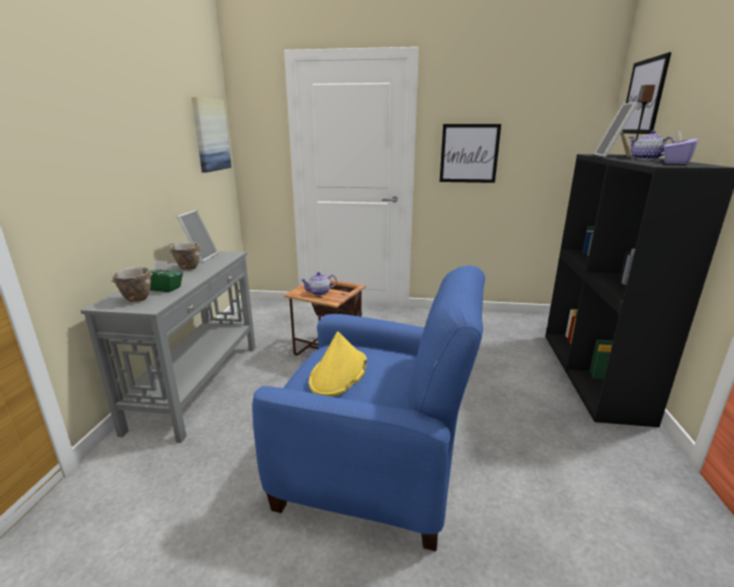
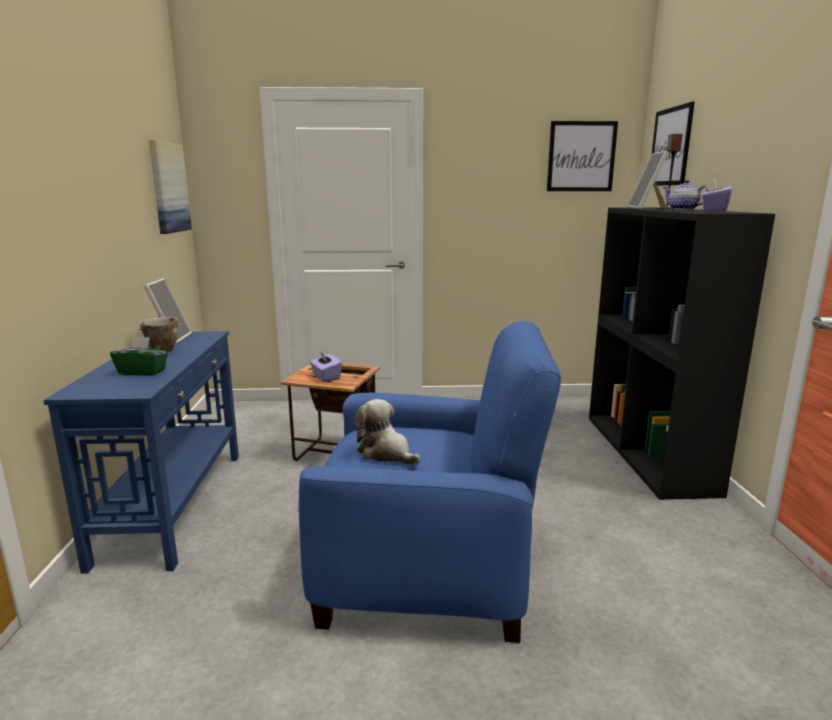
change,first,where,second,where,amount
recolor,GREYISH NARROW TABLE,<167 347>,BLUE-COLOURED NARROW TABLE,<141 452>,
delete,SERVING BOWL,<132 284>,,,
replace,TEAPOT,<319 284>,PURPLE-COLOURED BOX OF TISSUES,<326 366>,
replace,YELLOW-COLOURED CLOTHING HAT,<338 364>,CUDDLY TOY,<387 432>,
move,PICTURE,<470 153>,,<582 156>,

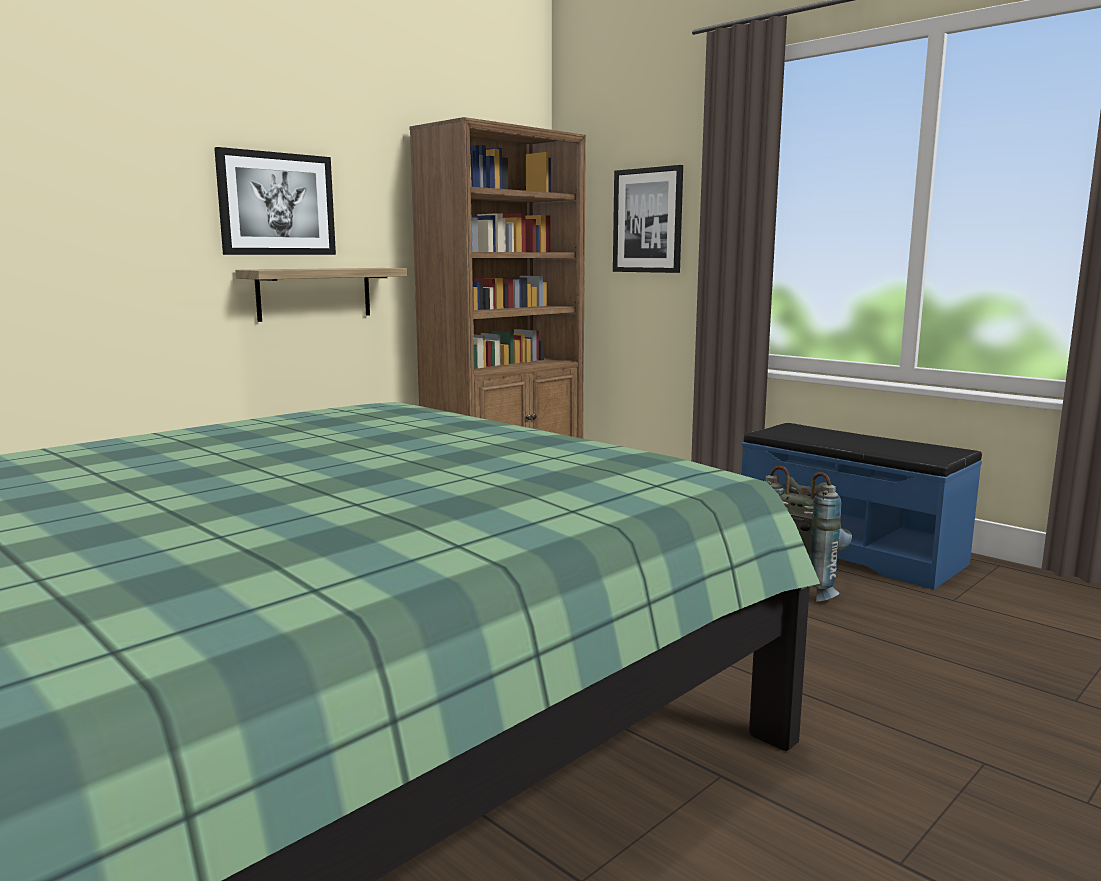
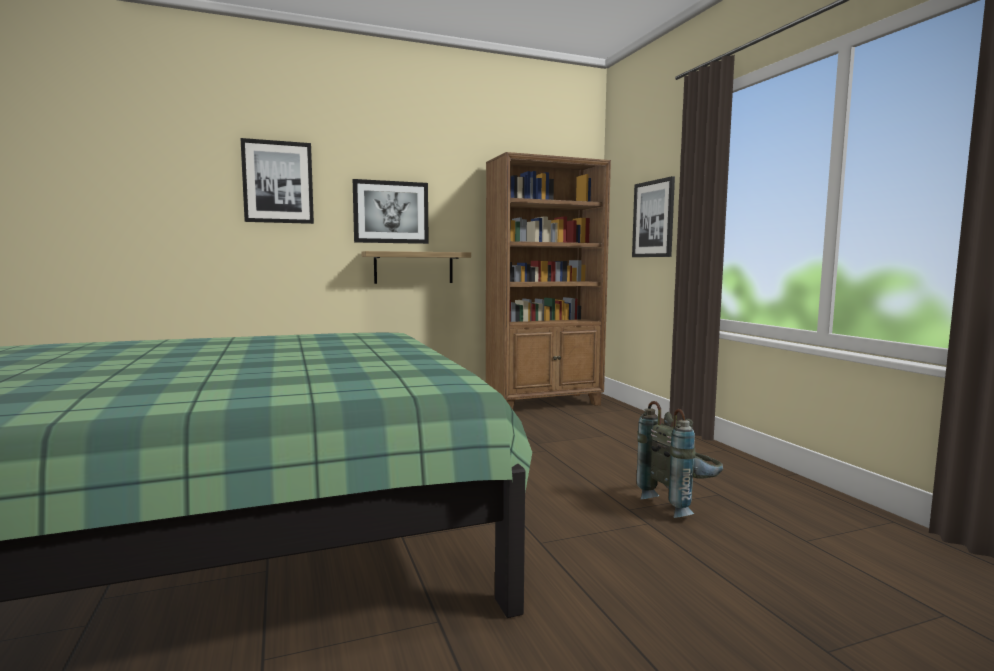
change,first,where,second,where,amount
delete,BLUE-COLOURED INDOOR BENCH,<861 506>,,,
insert,,,PICTURE,<277 181>,

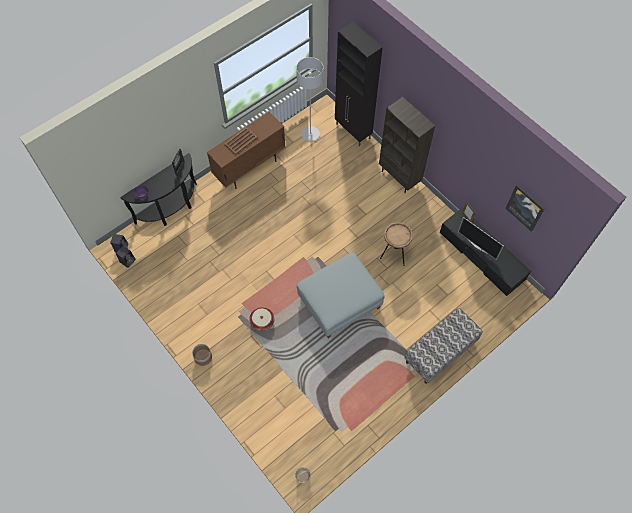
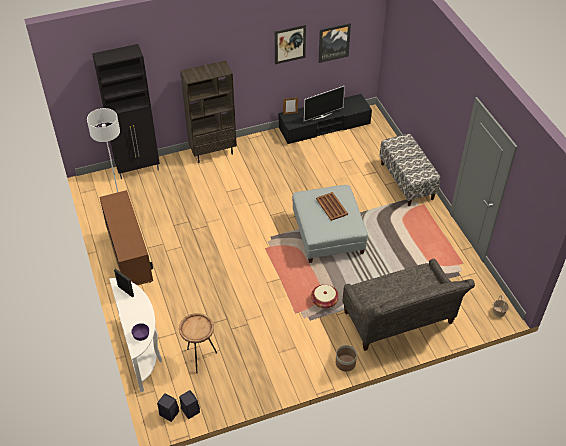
change,first,where,second,where,amount
recolor,BLACK NARROW TABLE,<158 189>,WHITISH NARROW TABLE,<135 335>,
move,BROWNISH CARRYING TRAY,<241 141>,,<332 206>,
move,BROWNISH END TABLE,<396 244>,,<198 343>,
insert,,,PICTURE,<290 44>,
insert,,,GREYISH COUCH,<409 305>,

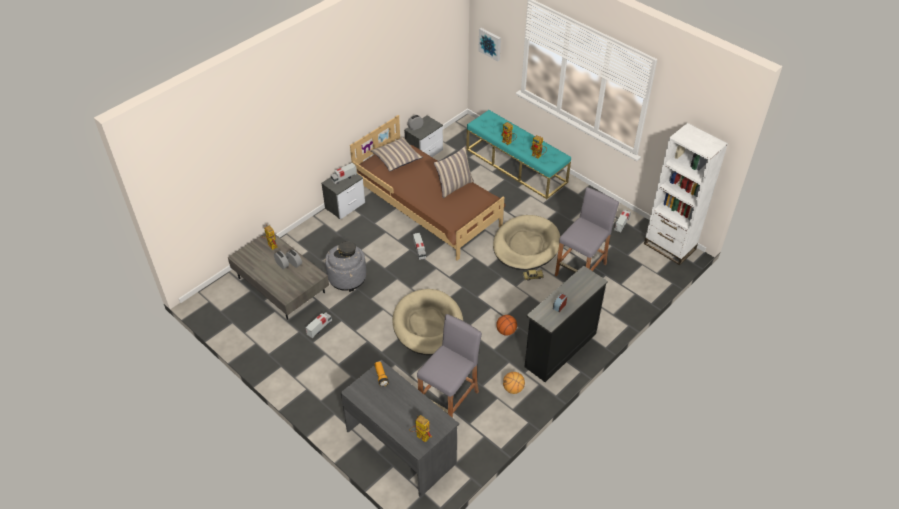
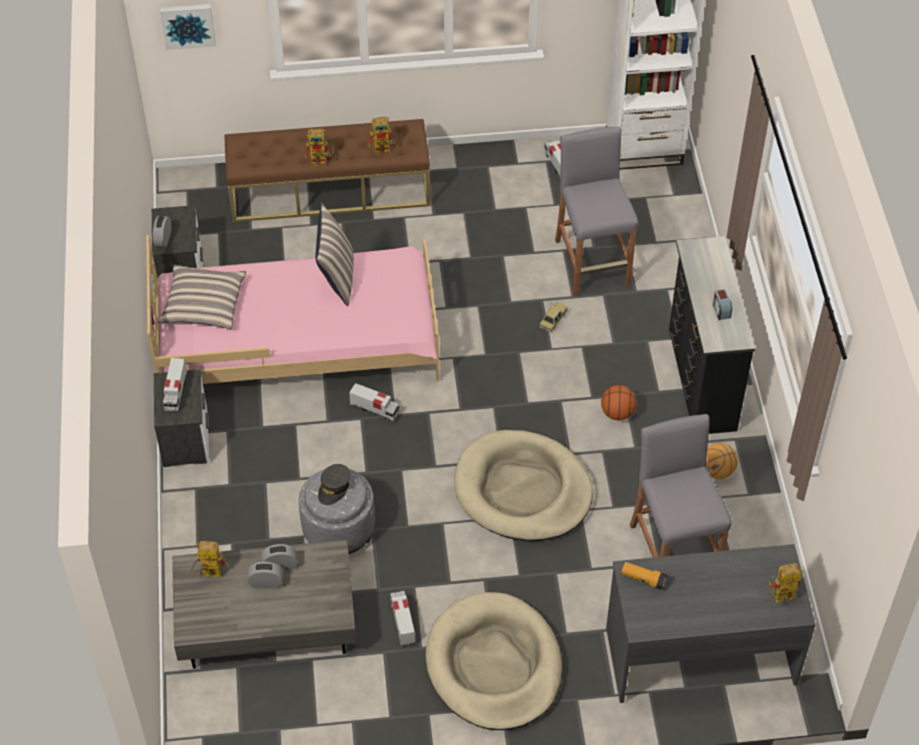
change,first,where,second,where,amount
recolor,BROWNISH BEDROOM BED,<428 188>,PINK BEDROOM BED,<292 309>,
recolor,TURQUOISE-COLOURED INDOOR BENCH,<518 154>,BROWNISH INDOOR BENCH,<327 170>,
move,BEIGE-COLOURED DOG BED,<527 242>,,<494 661>,

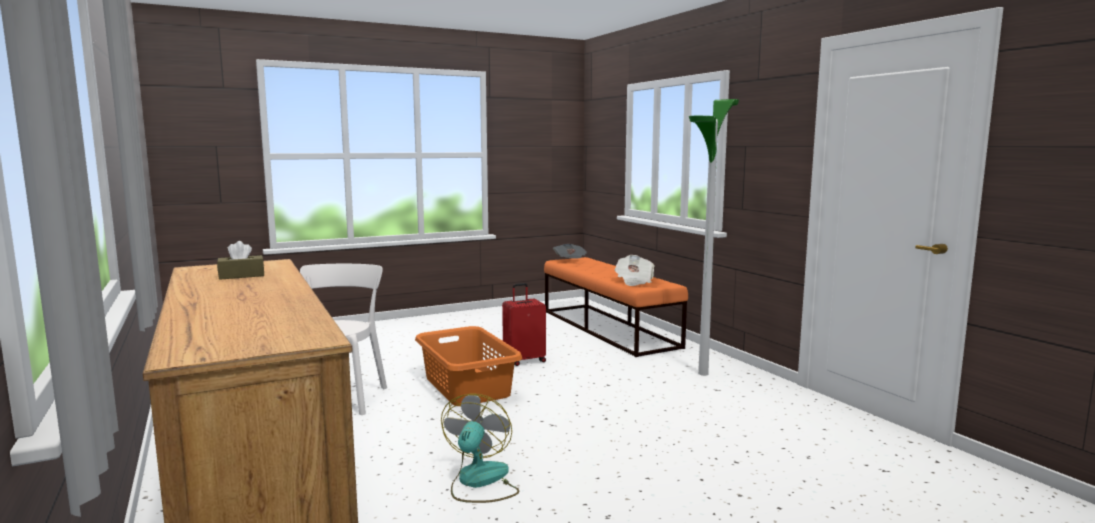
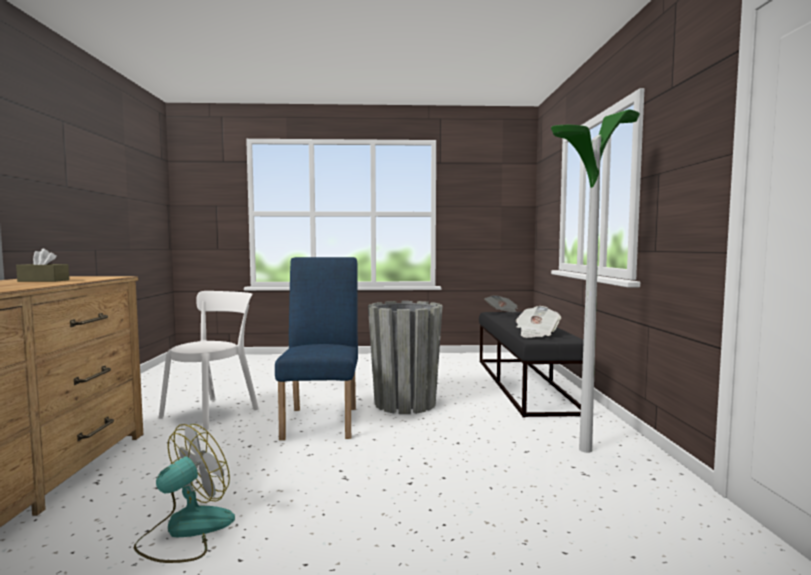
change,first,where,second,where,amount
replace,ORANGE WASHING BASKET,<468 366>,BLUE-COLOURED CHAIR,<316 348>,
replace,REDDISH TRAVEL CASE,<524 324>,GREYISH PLANTER,<405 357>,
recolor,ORANGE INDOOR BENCH,<616 307>,BLACK INDOOR BENCH,<531 364>,

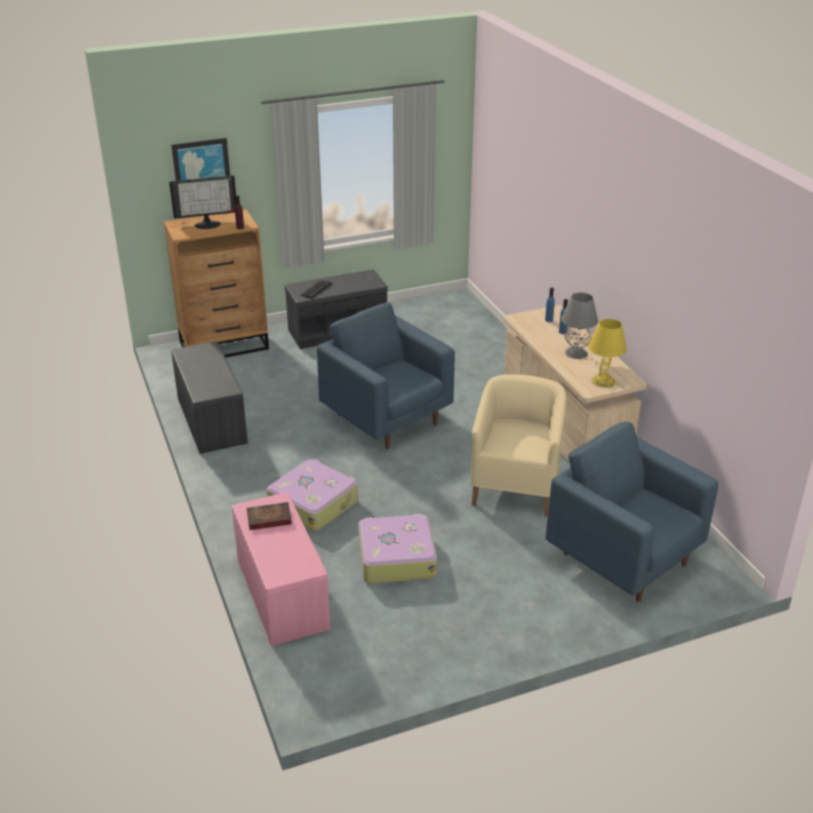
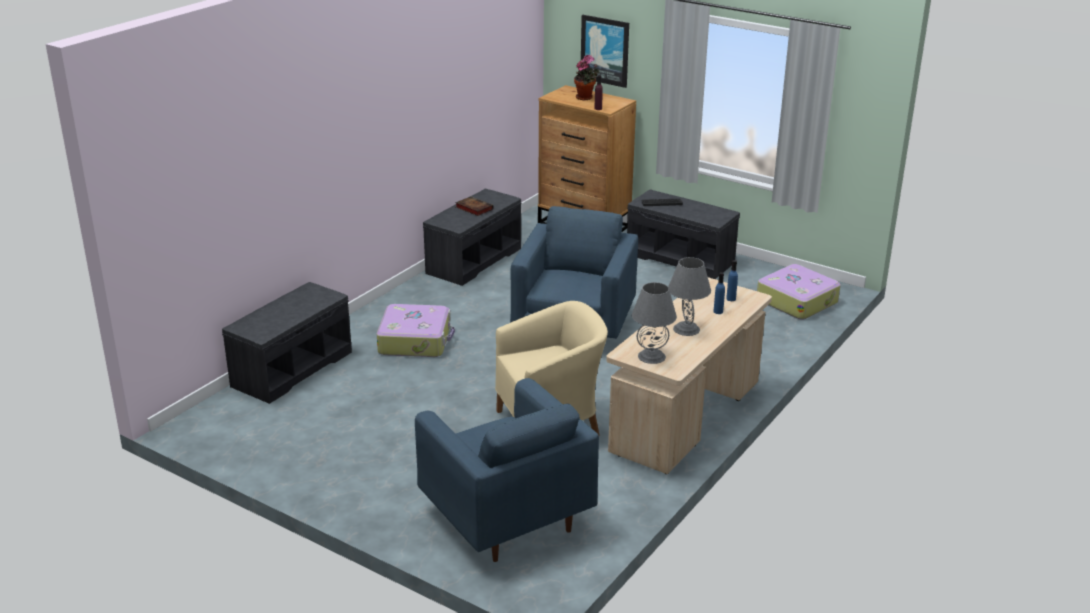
change,first,where,second,where,amount
replace,COMPUTER SCREEN,<202 202>,POTTED PLANT,<587 77>,
recolor,PINK INDOOR BENCH,<281 569>,GREYISH INDOOR BENCH,<287 343>,
move,VOLUME,<269 516>,,<474 206>,
move,TRAVEL CASE,<397 549>,,<799 292>,
rotate,BLUE-COLOURED LOUNGE CHAIR,<631 511>,,<507 470>,135 degrees clockwise
recolor,YELLOW-COLOURED TABLETOP LAMP,<607 353>,GREYISH TABLETOP LAMP,<654 323>,

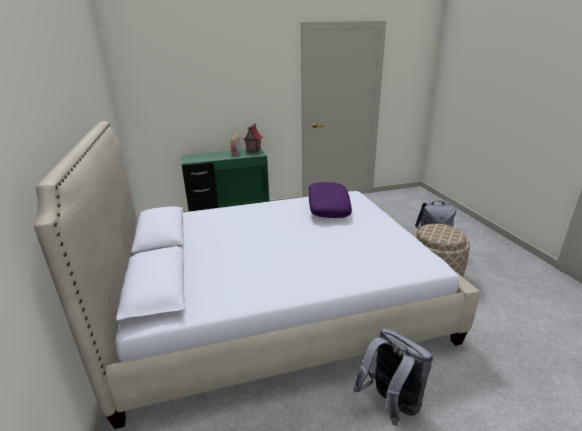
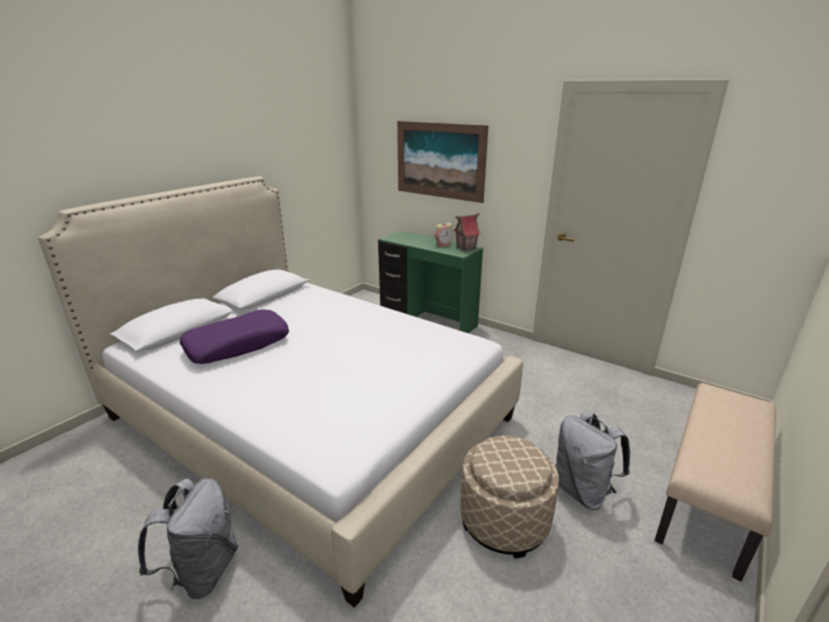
change,first,where,second,where,amount
move,PURPLE-COLOURED THROW PILLOW,<330 200>,,<234 336>,
insert,,,PICTURE,<442 162>,
insert,,,BEIGE-COLOURED INDOOR BENCH,<715 482>,

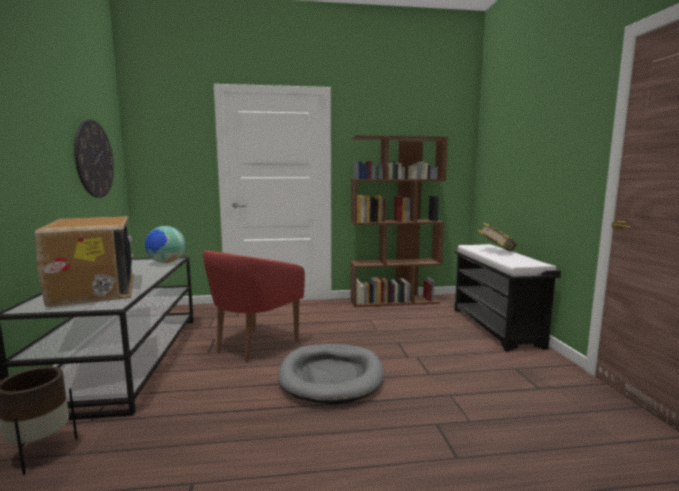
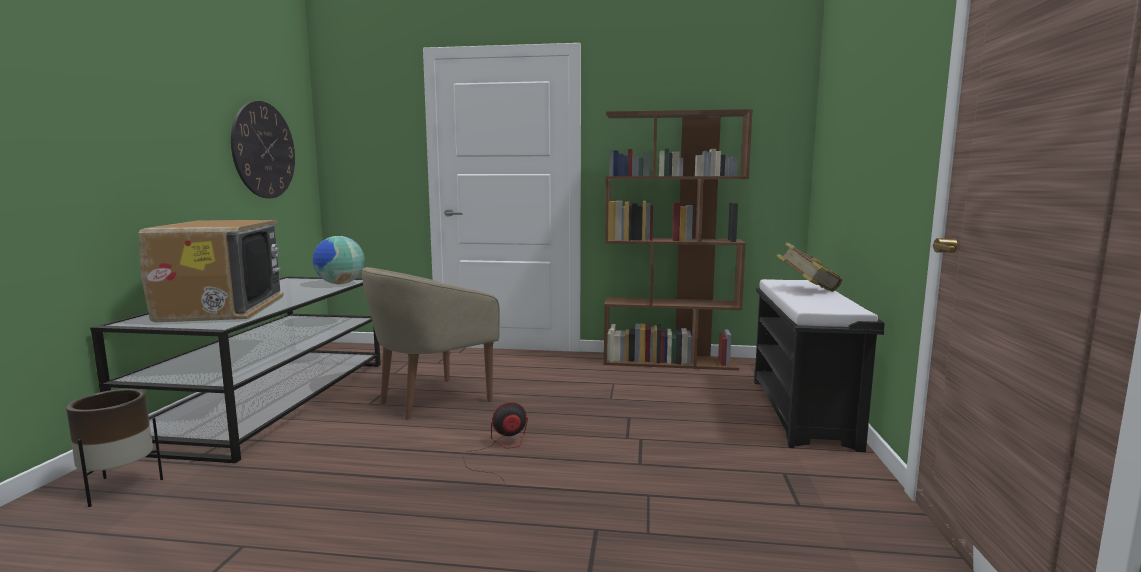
change,first,where,second,where,amount
recolor,REDDISH LOUNGE CHAIR,<254 306>,BEIGE-COLOURED LOUNGE CHAIR,<431 343>,
replace,GREYISH DOG BED,<331 374>,FAN,<495 443>,

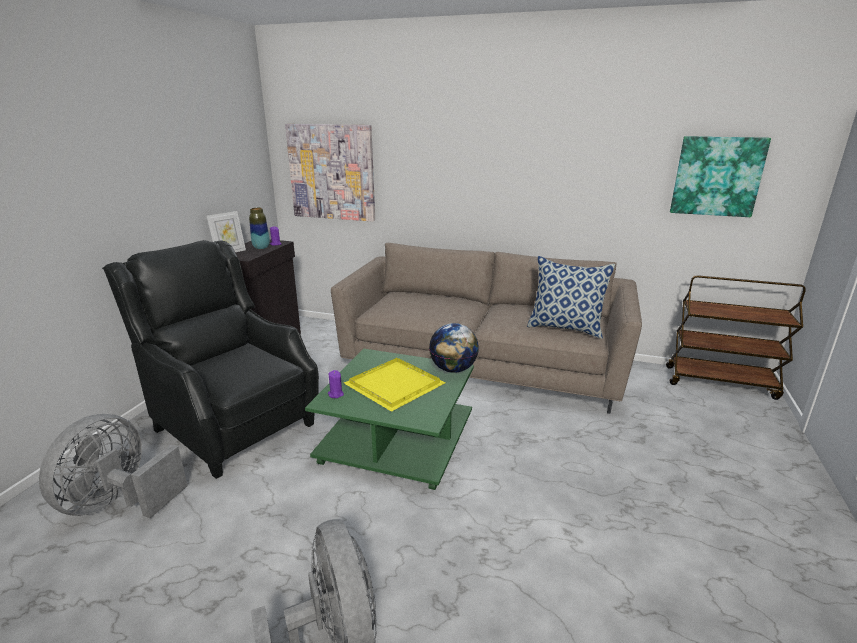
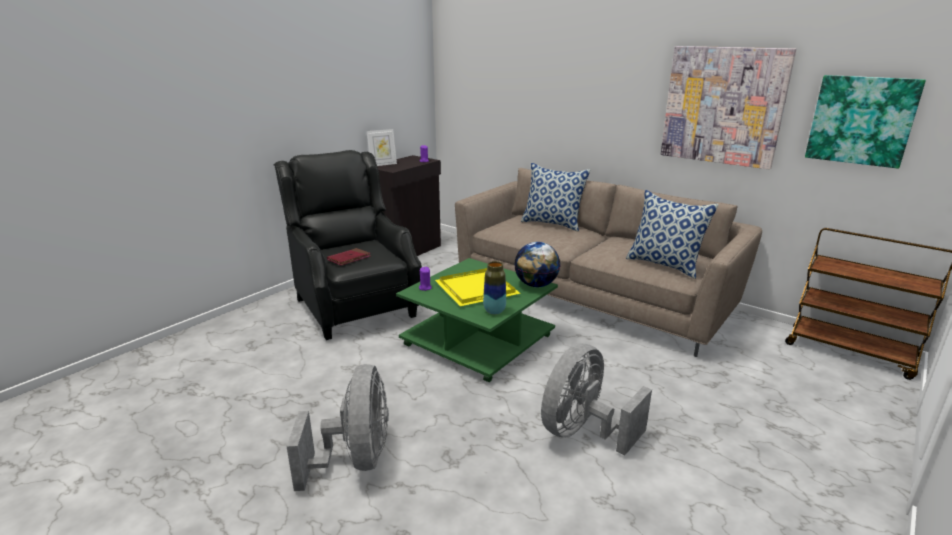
change,first,where,second,where,amount
move,GREYISH FAN,<113 466>,,<596 399>,
move,FLOWER VASE,<259 228>,,<494 288>,
move,PICTURE,<330 173>,,<728 107>,
insert,,,REDDISH VOLUME,<349 257>,
insert,,,THROW PILLOW,<555 197>,

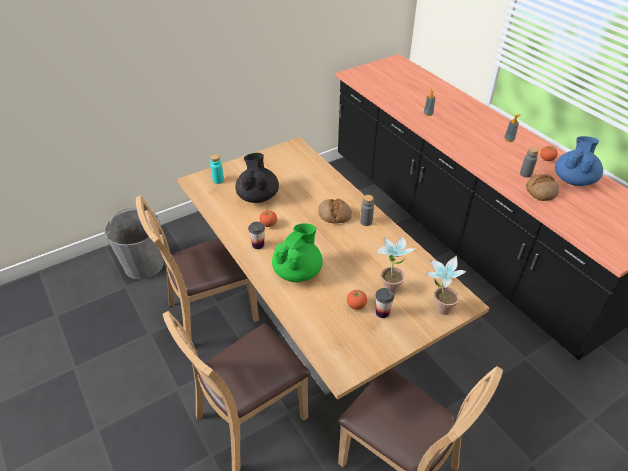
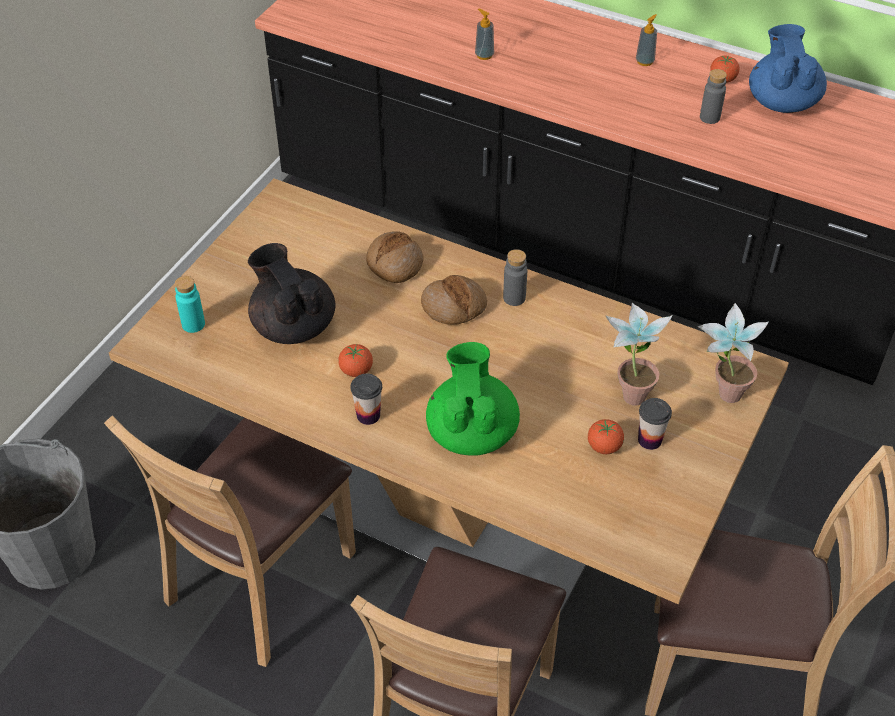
change,first,where,second,where,amount
move,BREAD,<542 187>,,<394 257>,

